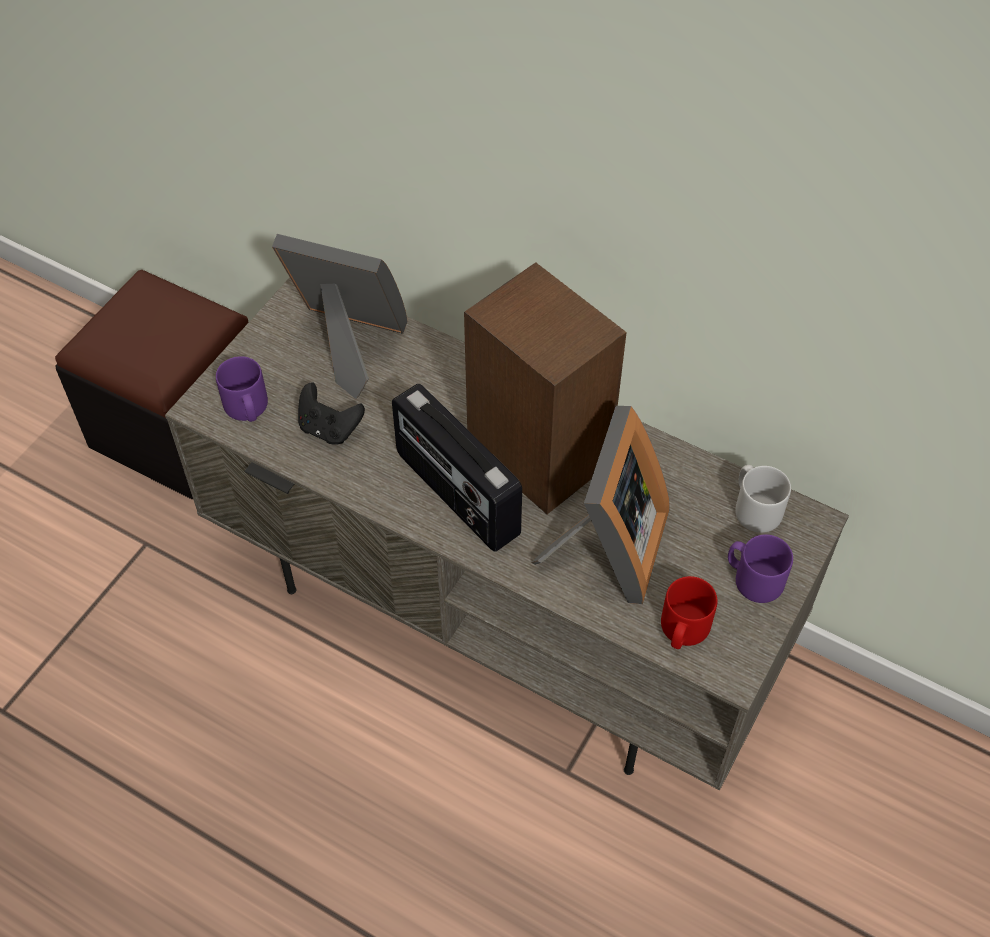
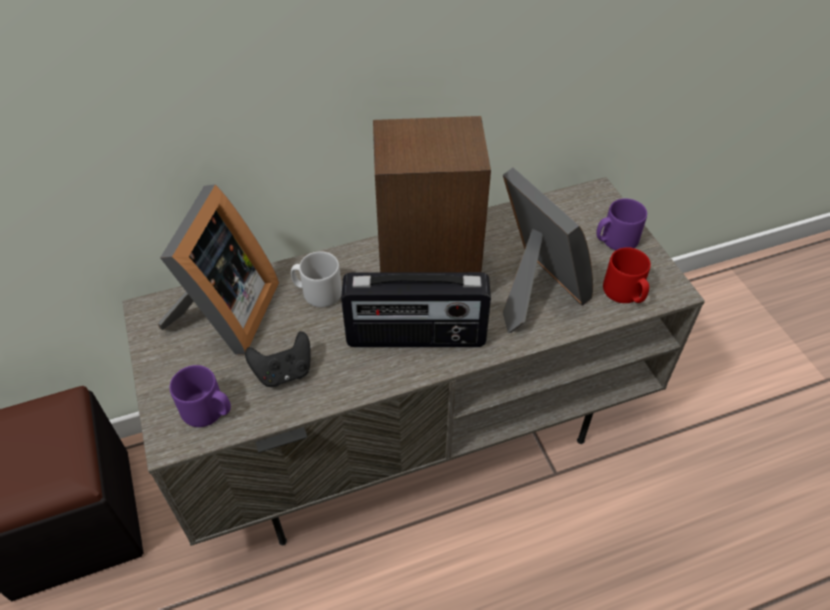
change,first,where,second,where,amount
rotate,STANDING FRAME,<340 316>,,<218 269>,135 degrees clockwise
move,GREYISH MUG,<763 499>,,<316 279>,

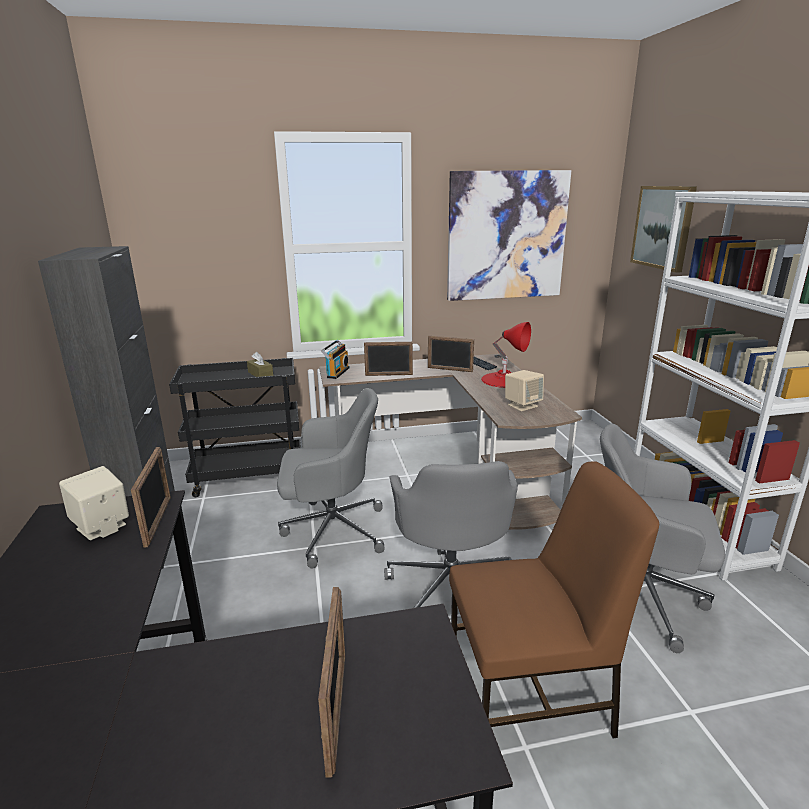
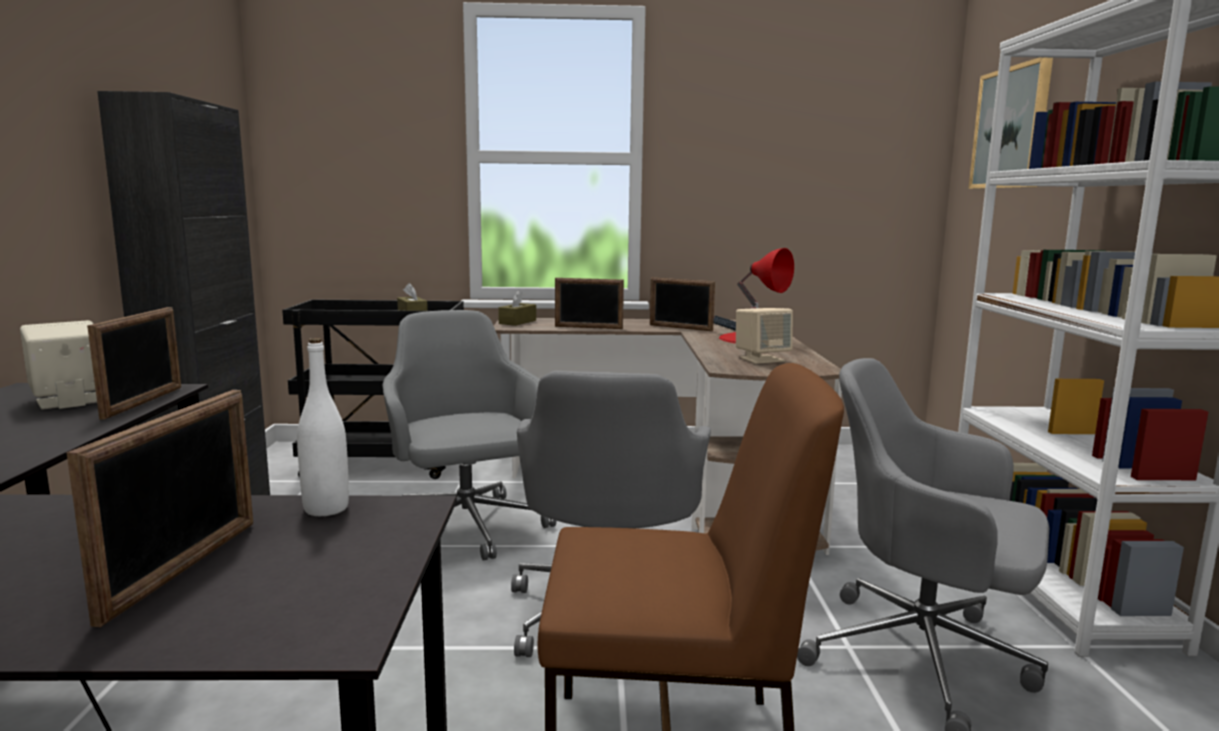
change,first,where,second,where,amount
rotate,GREYISH DESK CHAIR,<331 478>,,<469 435>,120 degrees counterclockwise
replace,RADIO SET,<335 359>,BROWNISH BOX OF TISSUES,<517 308>,
delete,PICTURE,<509 235>,,,
insert,,,WHITISH BEVERAGE BOTTLE,<323 427>,

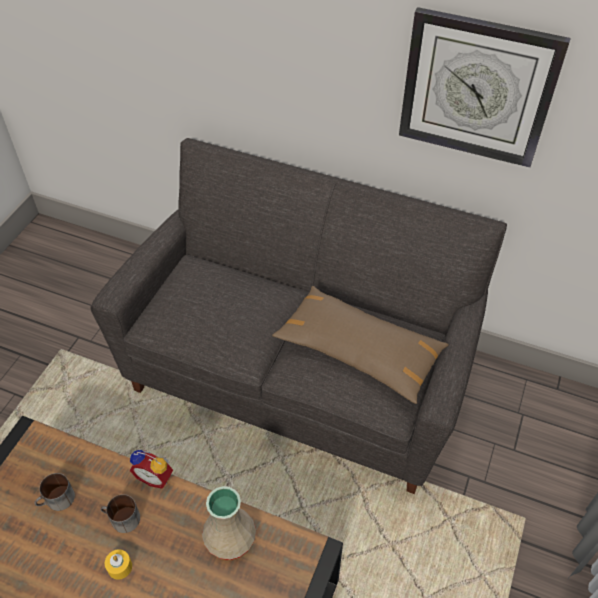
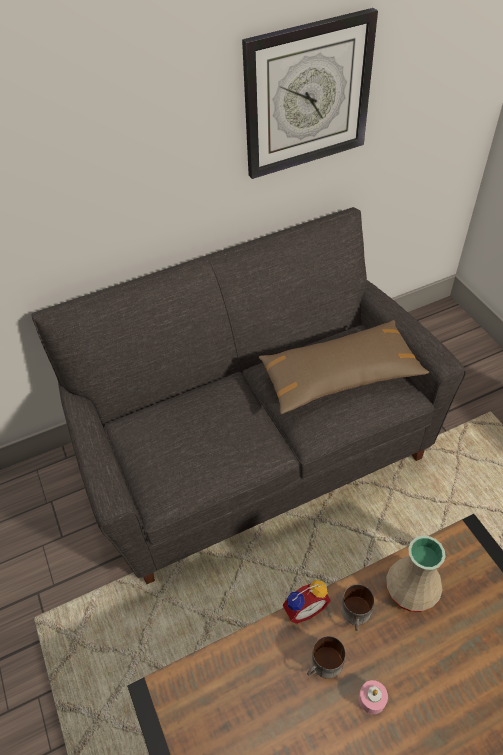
change,first,where,second,where,amount
move,MUG,<54 492>,,<357 607>,
recolor,YELLOW-COLOURED CANDLE,<118 564>,PINK CANDLE,<373 697>,

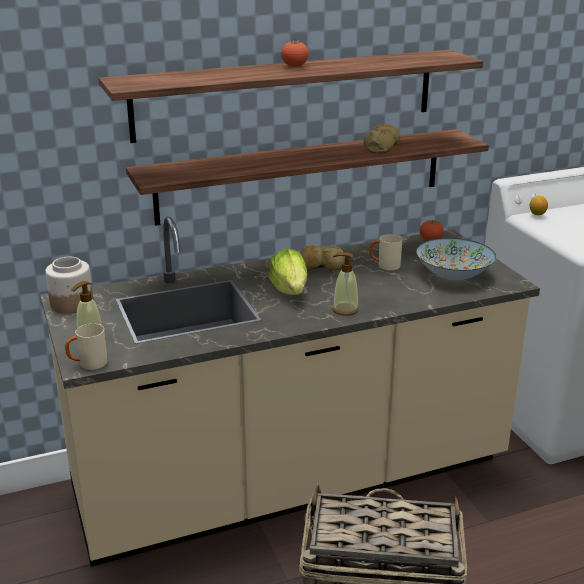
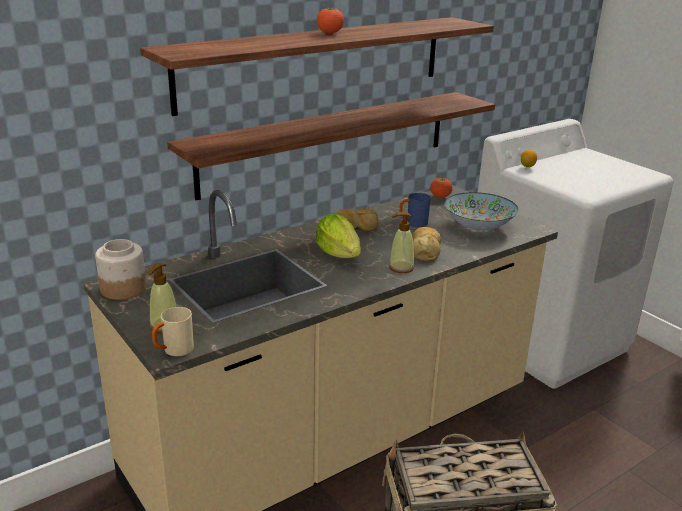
change,first,where,second,where,amount
move,BREAD,<381 139>,,<426 244>,
recolor,BEIGE-COLOURED MUG,<386 252>,BLUE-COLOURED MUG,<415 210>,

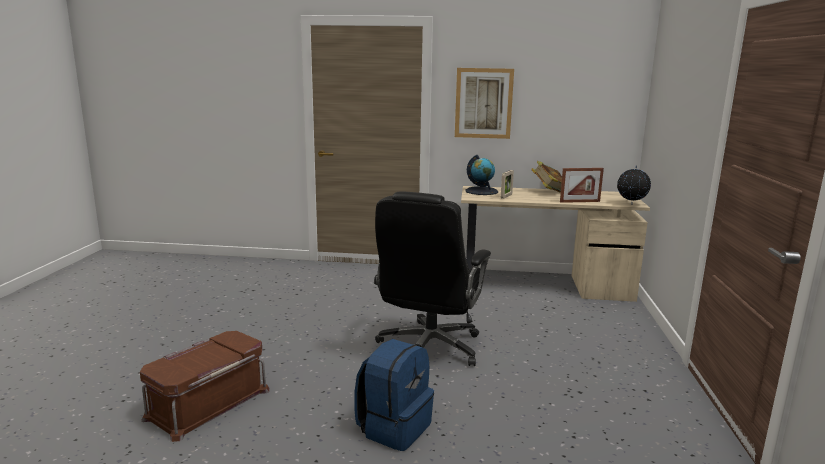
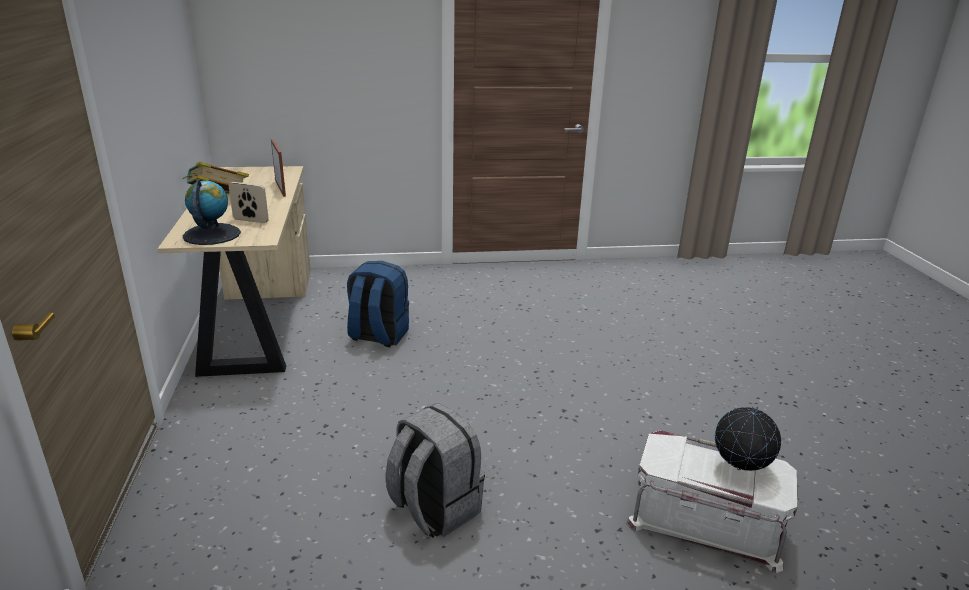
change,first,where,second,where,amount
recolor,BROWNISH STORAGE BIN,<205 386>,WHITISH STORAGE BIN,<711 501>,
move,BLUE-COLOURED KNAPSACK,<394 395>,,<378 304>,
delete,BLACK DESK CHAIR,<432 278>,,,
delete,PICTURE,<484 103>,,,
move,WORLD GLOBE,<634 185>,,<748 438>,
insert,,,GREYISH KNAPSACK,<435 470>,

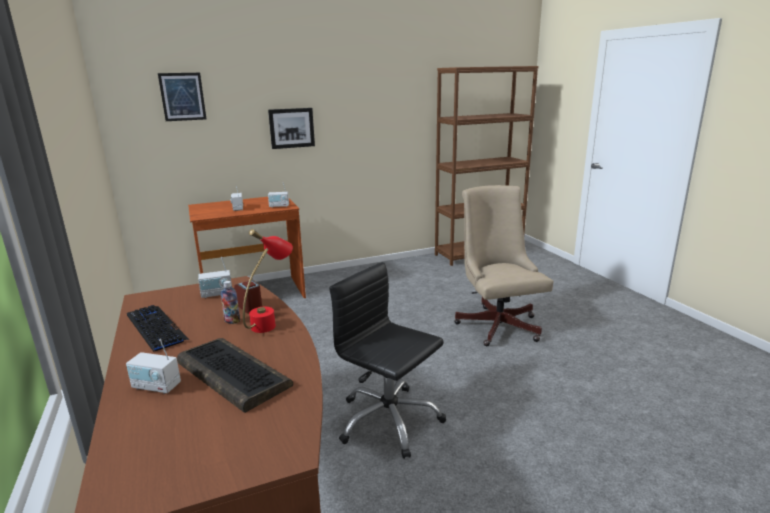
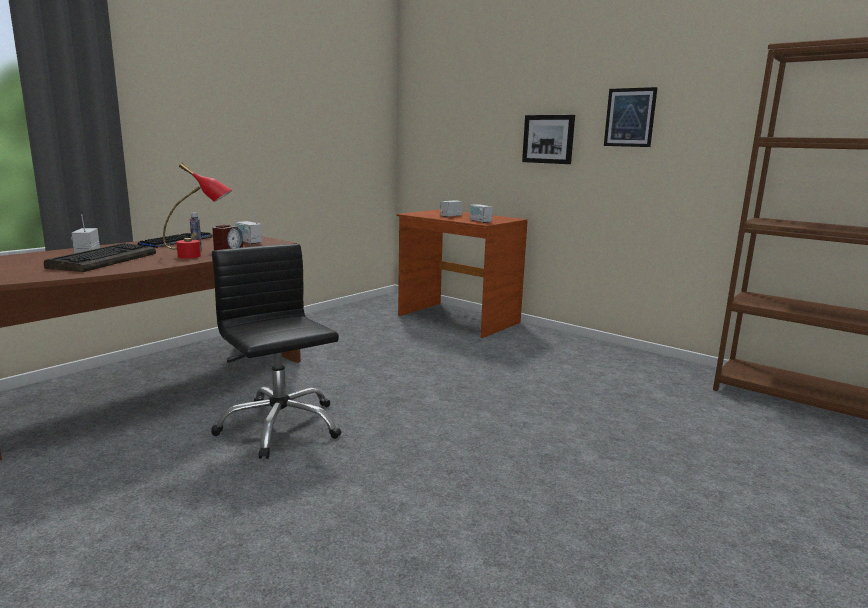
change,first,where,second,where,amount
move,PICTURE,<182 97>,,<631 117>,
rotate,BLACK DESK CHAIR,<387 360>,,<276 351>,45 degrees counterclockwise
delete,BEIGE-COLOURED DESK CHAIR,<503 265>,,,

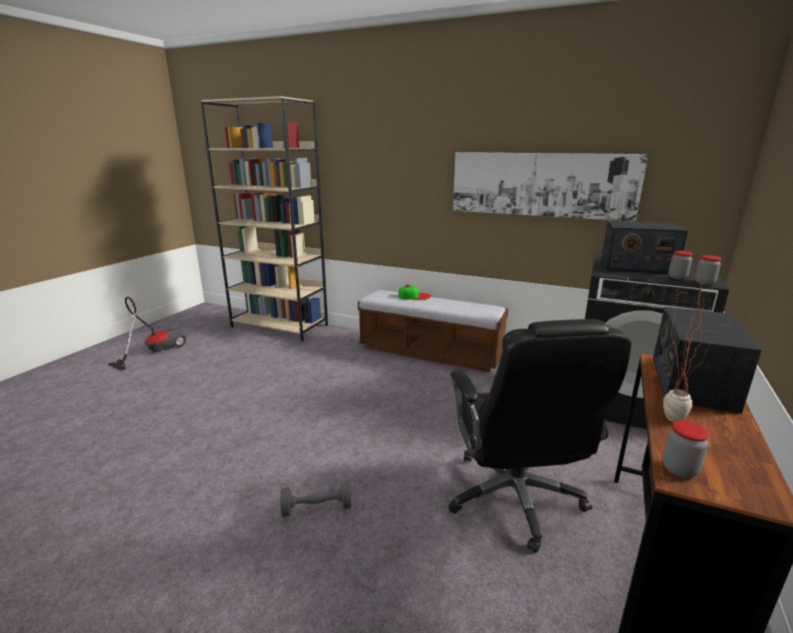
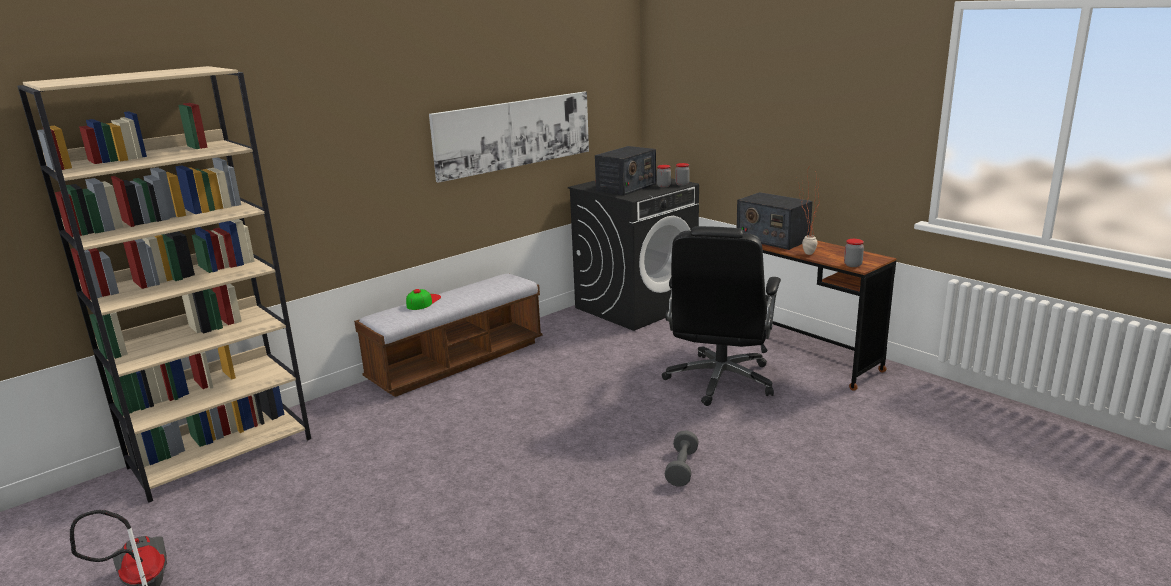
change,first,where,second,where,amount
rotate,BLACK DESK CHAIR,<539 436>,,<721 316>,90 degrees clockwise

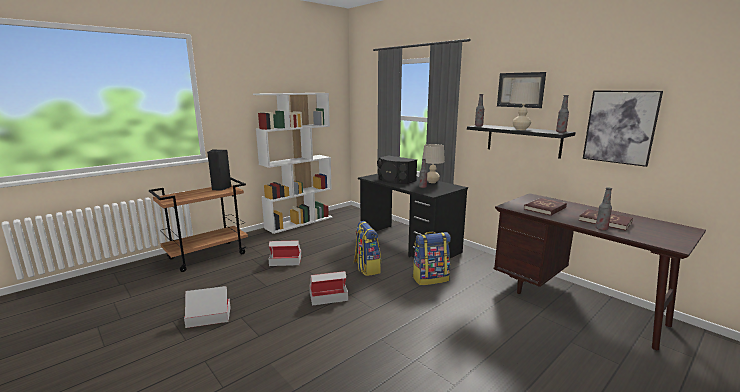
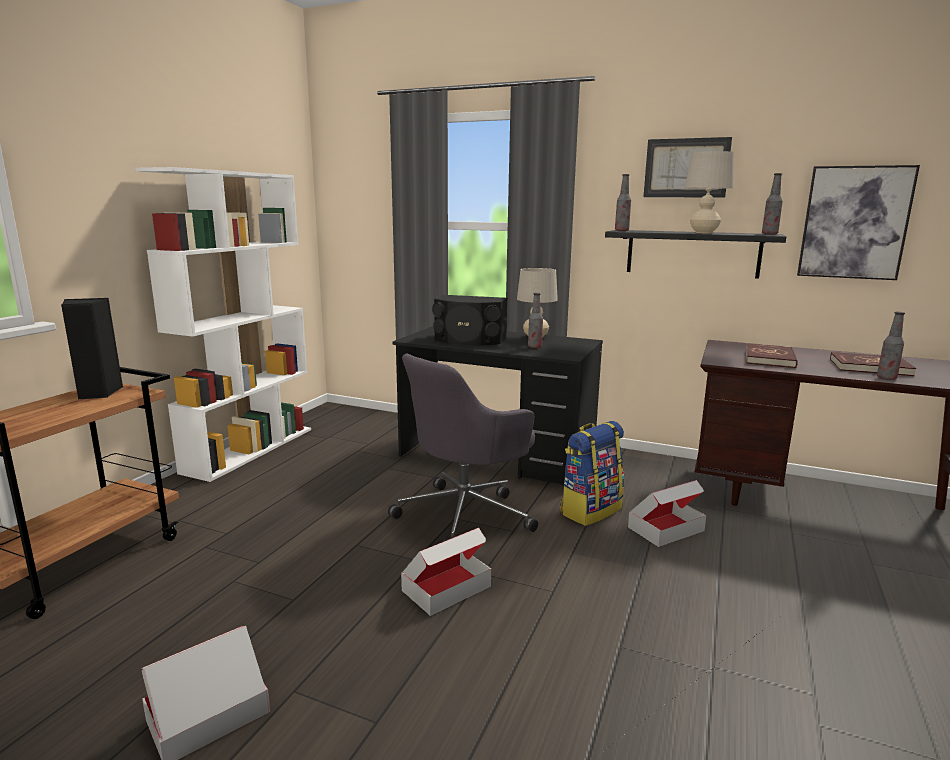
change,first,where,second,where,amount
move,CARTON,<284 253>,,<667 513>,
replace,KNAPSACK,<367 248>,GREYISH DESK CHAIR,<463 448>,

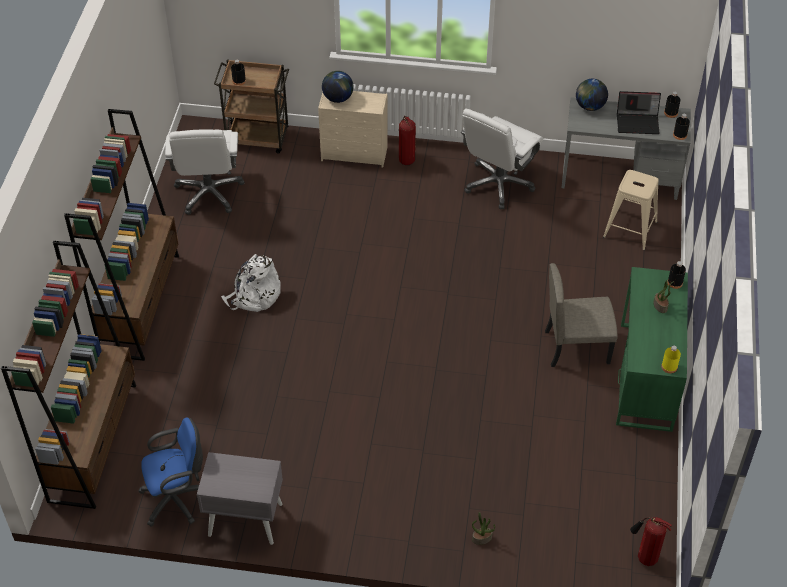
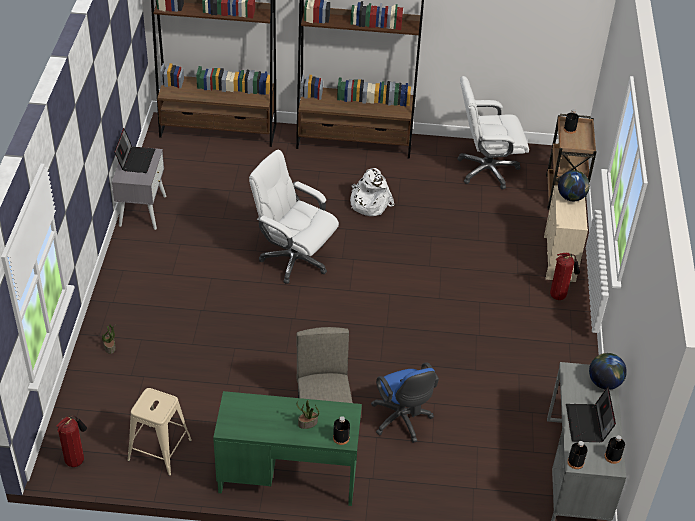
change,first,where,second,where,amount
move,BLUE-COLOURED DESK CHAIR,<170 472>,,<405 402>,
move,WHITISH DESK CHAIR,<502 159>,,<294 217>,
move,BEIGE-COLOURED STOOL SEAT,<631 210>,,<159 432>,
delete,YELLOW-COLOURED BEVERAGE BOTTLE,<671 359>,,,
insert,,,NOTEBOOK COMPUTER,<134 150>,

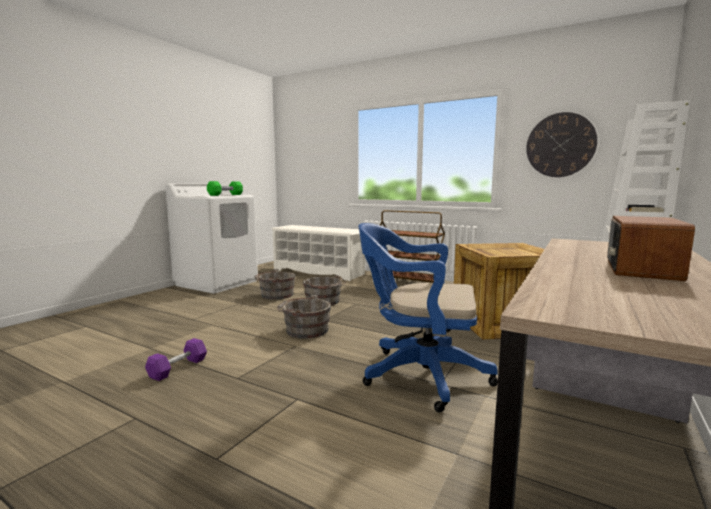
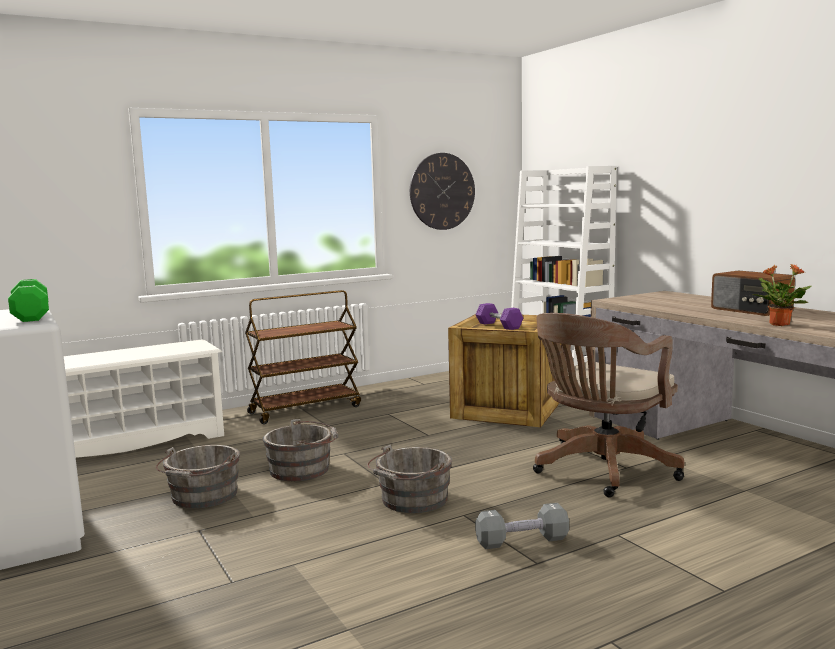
change,first,where,second,where,amount
move,PURPLE-COLOURED HAND WEIGHT,<176 359>,,<499 316>,
recolor,BLUE-COLOURED DESK CHAIR,<428 318>,BROWNISH DESK CHAIR,<608 405>,
insert,,,GREYISH HAND WEIGHT,<522 526>,
insert,,,POTTED PLANT,<782 295>,

